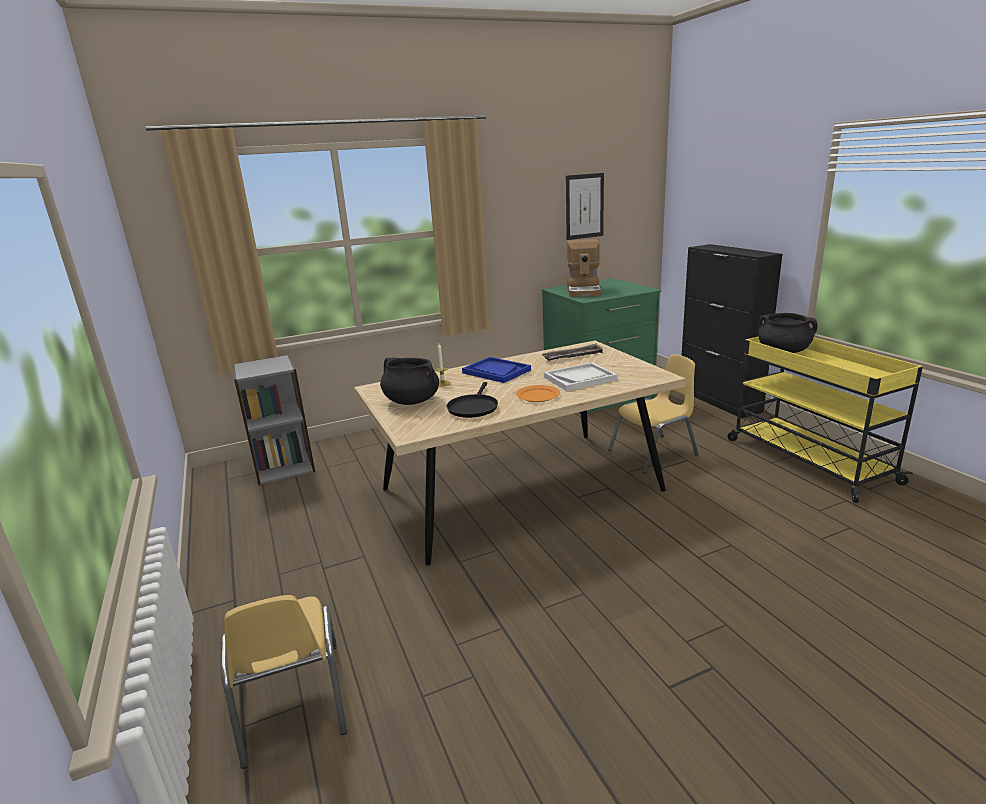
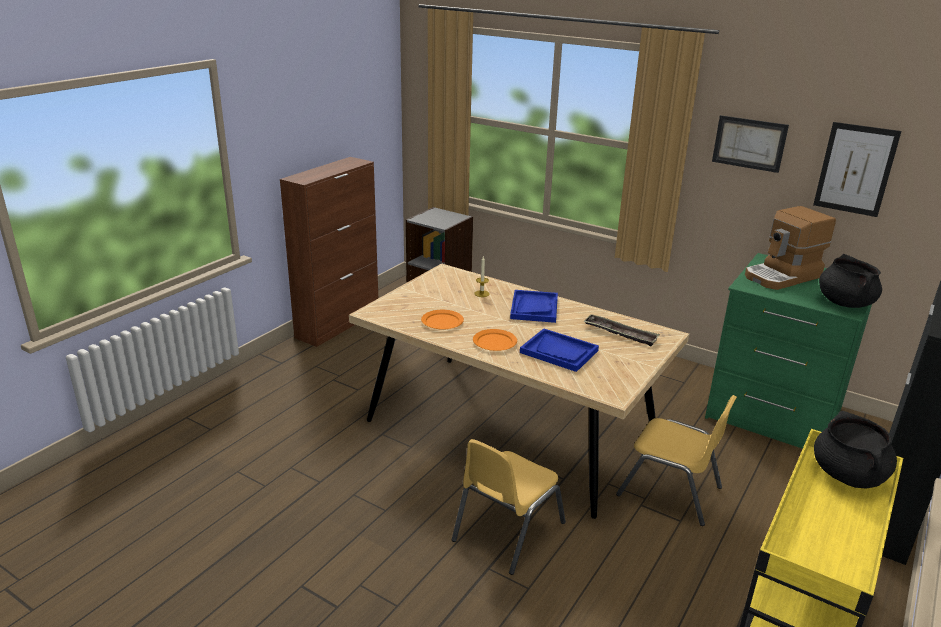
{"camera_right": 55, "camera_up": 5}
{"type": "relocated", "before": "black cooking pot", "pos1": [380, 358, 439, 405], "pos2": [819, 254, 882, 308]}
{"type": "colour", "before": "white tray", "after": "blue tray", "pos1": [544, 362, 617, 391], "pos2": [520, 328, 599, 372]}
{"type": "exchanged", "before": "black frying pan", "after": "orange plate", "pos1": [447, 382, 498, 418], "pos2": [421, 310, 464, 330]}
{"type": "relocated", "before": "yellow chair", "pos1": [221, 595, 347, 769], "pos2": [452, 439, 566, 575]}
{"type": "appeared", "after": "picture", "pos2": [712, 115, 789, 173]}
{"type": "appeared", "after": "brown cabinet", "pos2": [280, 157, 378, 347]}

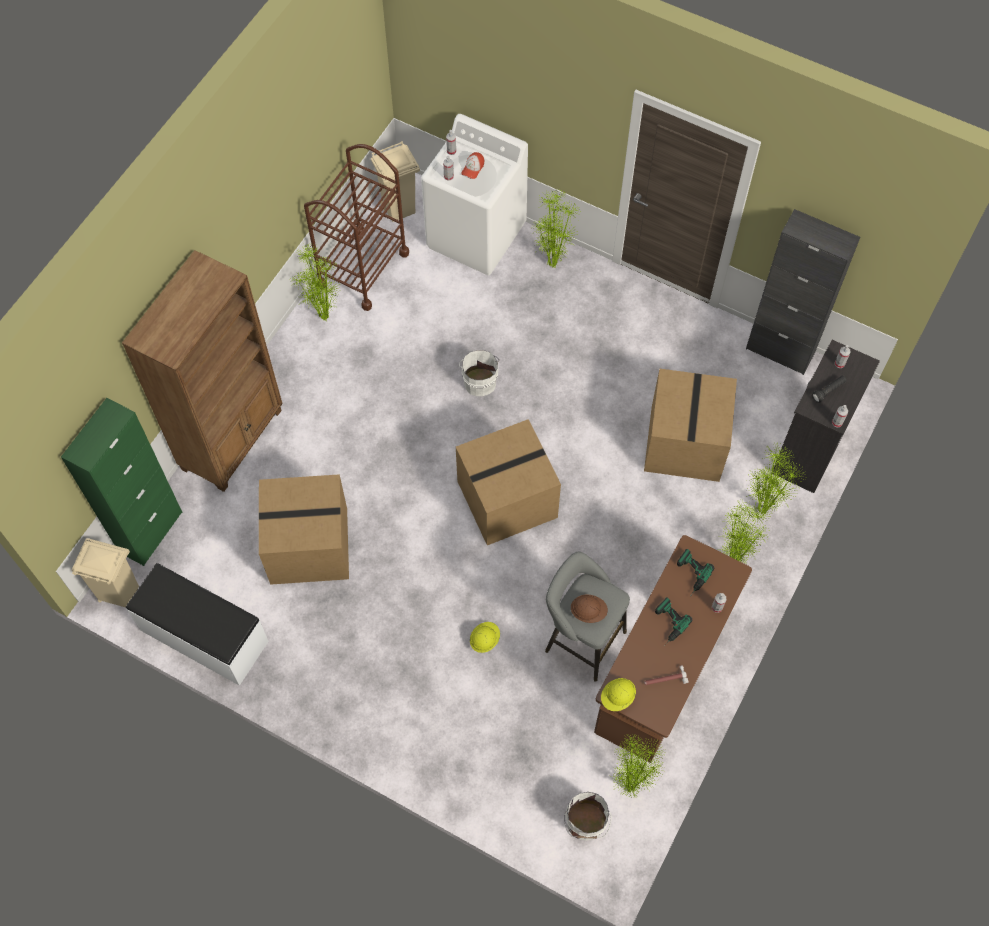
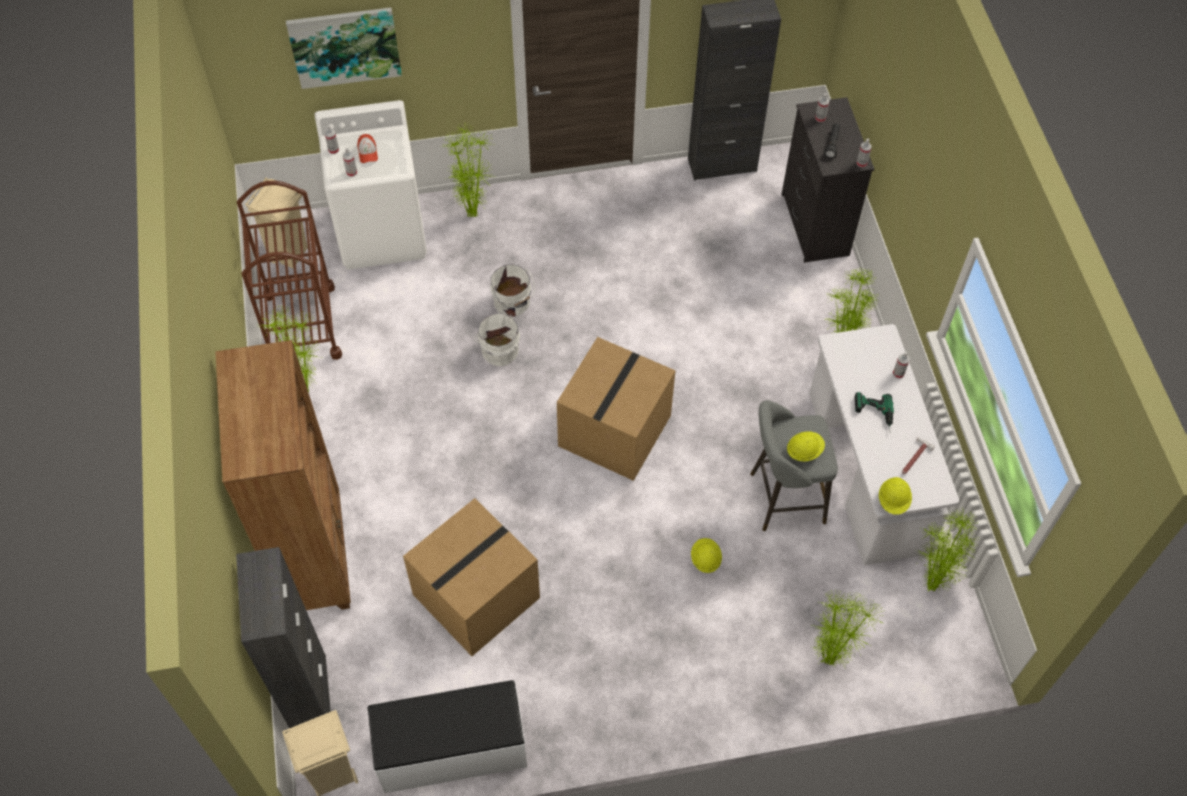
{"camera_right": -40, "camera_up": -5}
{"type": "missing", "before": "cardboard box", "pos1": [644, 369, 737, 482]}
{"type": "colour", "before": "green cabinet", "after": "black cabinet", "pos1": [61, 398, 182, 566], "pos2": [236, 547, 331, 728]}
{"type": "relocated", "before": "potted plant", "pos1": [746, 444, 805, 515], "pos2": [811, 590, 882, 668]}
{"type": "colour", "before": "brown desk", "after": "white desk", "pos1": [594, 535, 752, 762], "pos2": [809, 324, 959, 565]}
{"type": "missing", "before": "power drill", "pos1": [677, 549, 714, 597]}
{"type": "colour", "before": "brown hard hat", "after": "yellow hard hat", "pos1": [571, 595, 608, 623], "pos2": [787, 431, 825, 461]}
{"type": "relocated", "before": "white bucket", "pos1": [564, 792, 612, 841], "pos2": [490, 264, 535, 317]}
{"type": "appeared", "after": "picture", "pos2": [286, 7, 402, 89]}

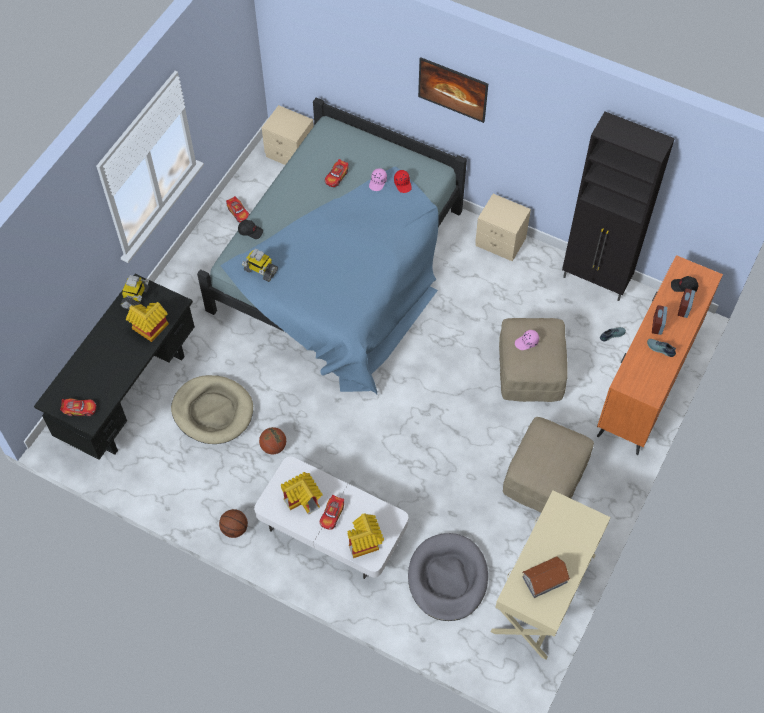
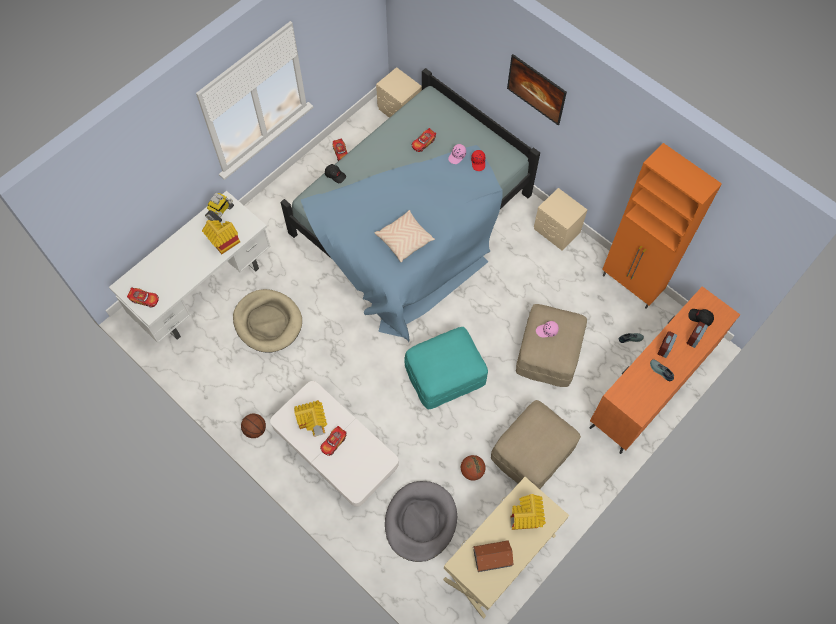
{"camera_right": 15, "camera_up": 5}
{"type": "colour", "before": "black cabinet", "after": "orange cabinet", "pos1": [562, 112, 675, 301], "pos2": [602, 143, 722, 309]}
{"type": "missing", "before": "toy robot", "pos1": [242, 249, 278, 282]}
{"type": "colour", "before": "black desk", "after": "white desk", "pos1": [34, 274, 195, 460], "pos2": [109, 191, 270, 343]}
{"type": "relocated", "before": "basketball", "pos1": [259, 427, 286, 454], "pos2": [461, 455, 486, 480]}
{"type": "relocated", "before": "toy house", "pos1": [347, 513, 384, 558], "pos2": [510, 494, 546, 530]}
{"type": "appeared", "after": "beige pillow", "pos2": [374, 210, 435, 263]}
{"type": "appeared", "after": "turquoise ottoman", "pos2": [404, 327, 488, 409]}

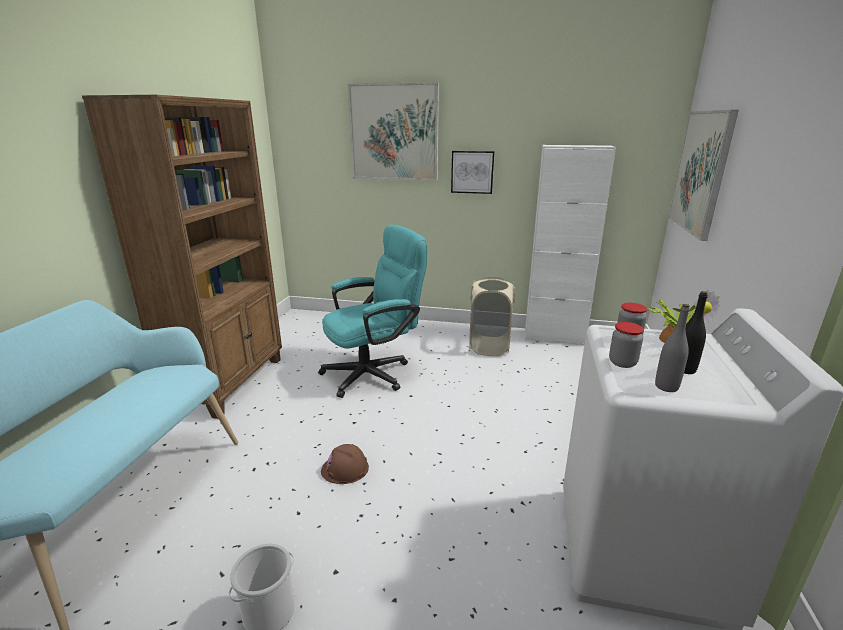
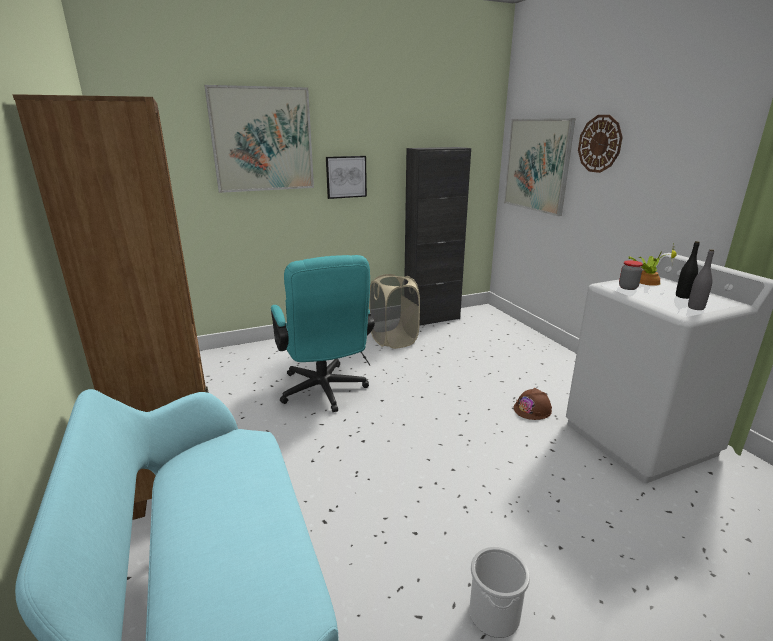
{"camera_right": -35, "camera_up": 0}
{"type": "colour", "before": "white cabinet", "after": "black cabinet", "pos1": [525, 145, 616, 345], "pos2": [404, 147, 471, 326]}
{"type": "spun", "before": "turquoise office chair", "pos1": [318, 225, 427, 398], "pos2": [271, 255, 375, 412], "turn": 135}
{"type": "missing", "before": "jar", "pos1": [609, 322, 644, 368]}
{"type": "relocated", "before": "brown hard hat", "pos1": [321, 444, 369, 484], "pos2": [514, 388, 552, 420]}
{"type": "appeared", "after": "wall clock", "pos2": [578, 115, 623, 173]}

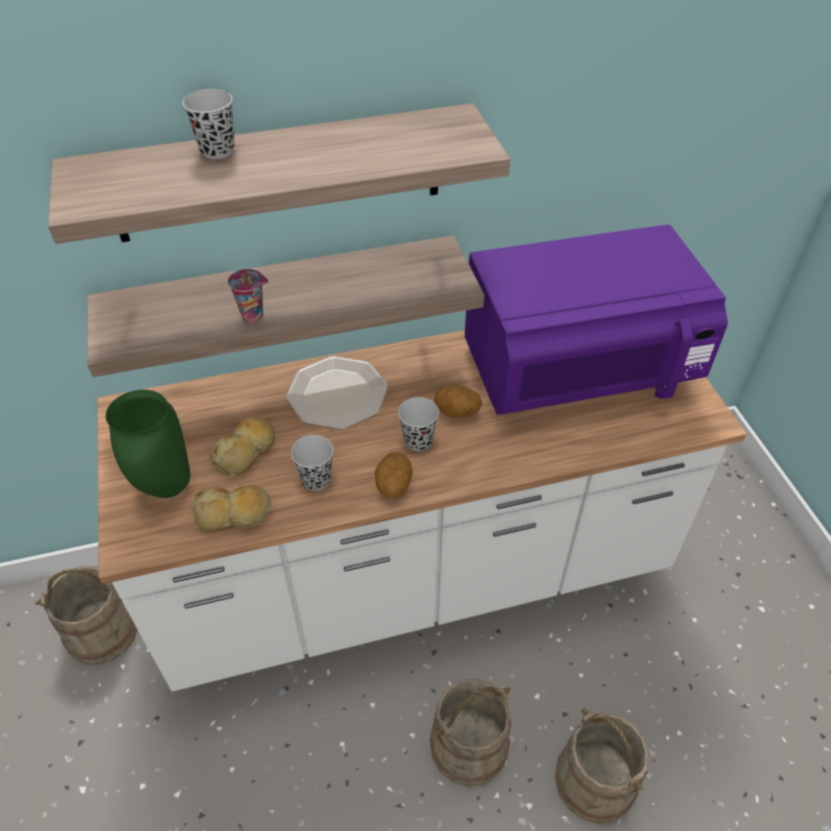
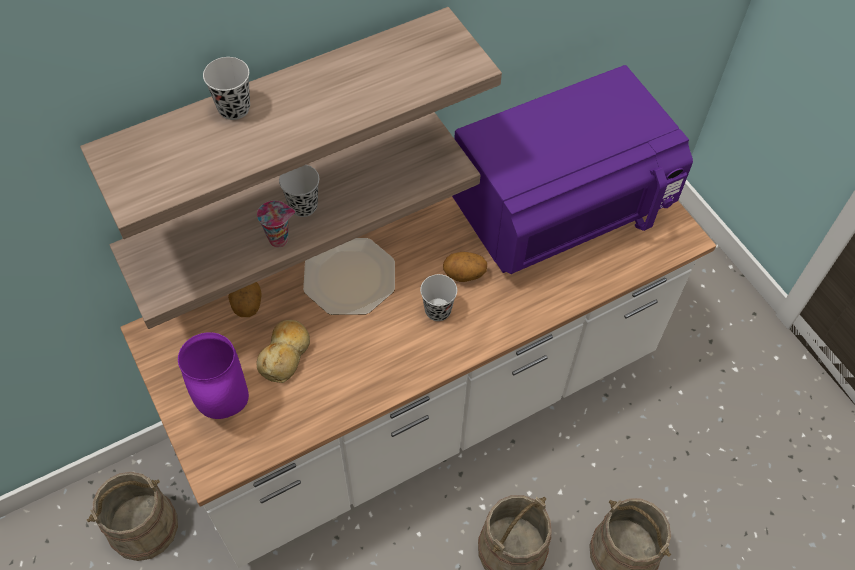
{"camera_right": -15, "camera_up": 10}
{"type": "colour", "before": "green vase", "after": "purple vase", "pos1": [106, 390, 190, 498], "pos2": [178, 332, 249, 419]}
{"type": "relocated", "before": "black cup", "pos1": [291, 435, 333, 491], "pos2": [279, 165, 319, 217]}
{"type": "relocated", "before": "potato", "pos1": [375, 452, 413, 498], "pos2": [228, 282, 261, 317]}
{"type": "missing", "before": "bread", "pos1": [192, 485, 271, 531]}

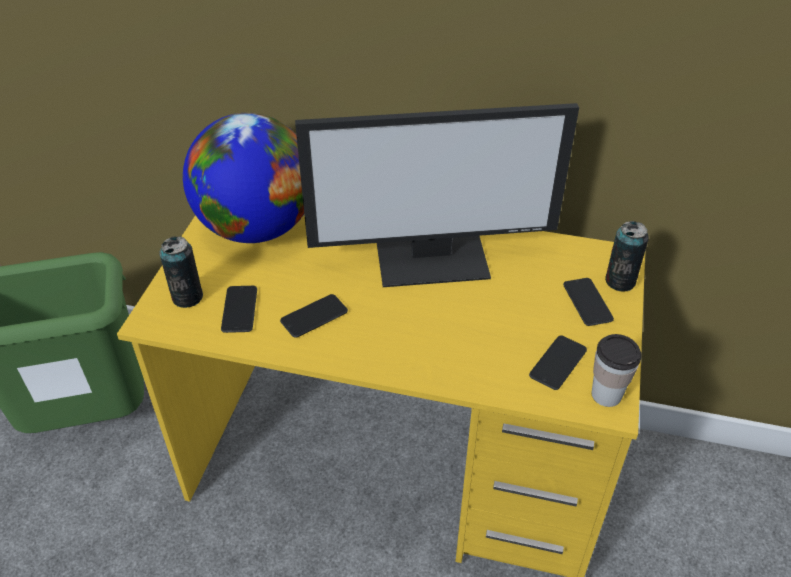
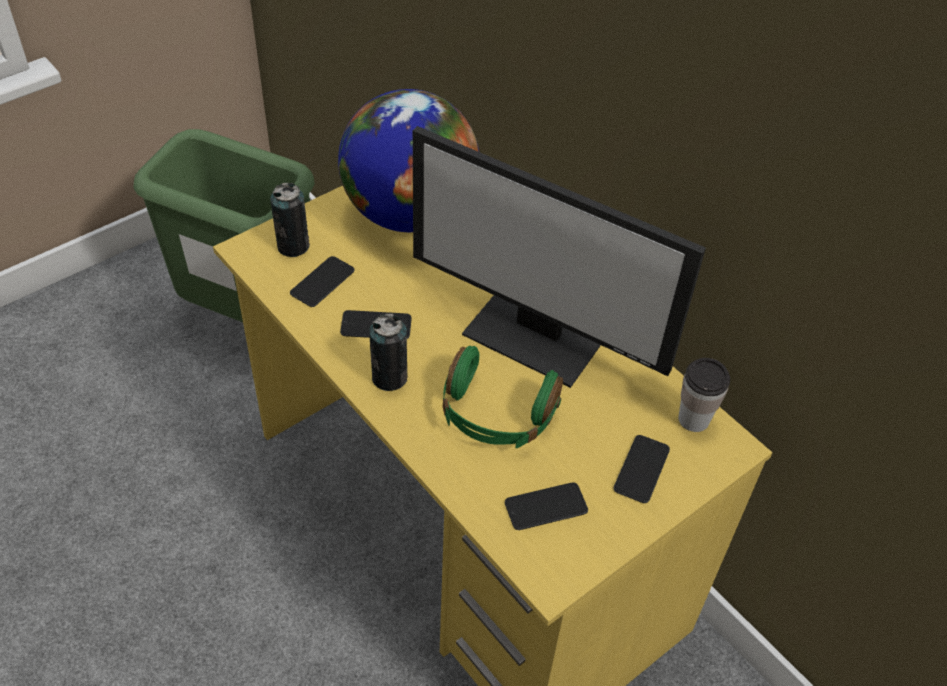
{"camera_right": 35, "camera_up": 5}
{"type": "relocated", "before": "can", "pos1": [605, 221, 649, 292], "pos2": [369, 314, 408, 391]}
{"type": "relocated", "before": "cup", "pos1": [592, 334, 642, 407], "pos2": [678, 358, 730, 432]}
{"type": "appeared", "after": "green headphones", "pos2": [443, 346, 563, 448]}

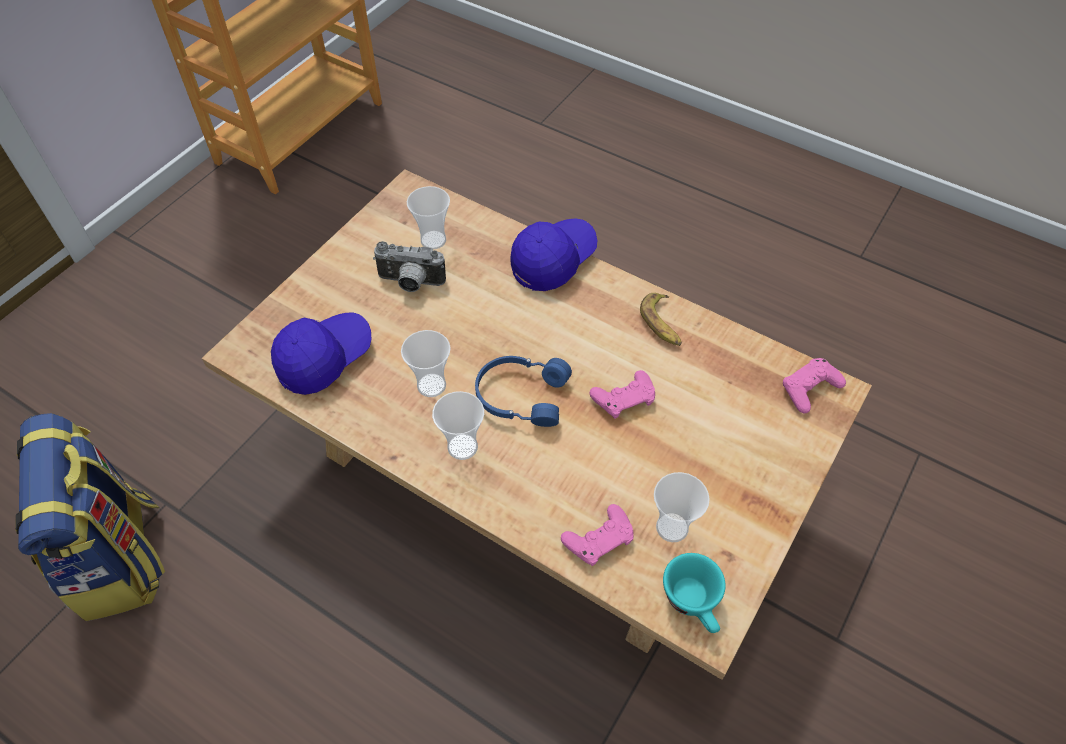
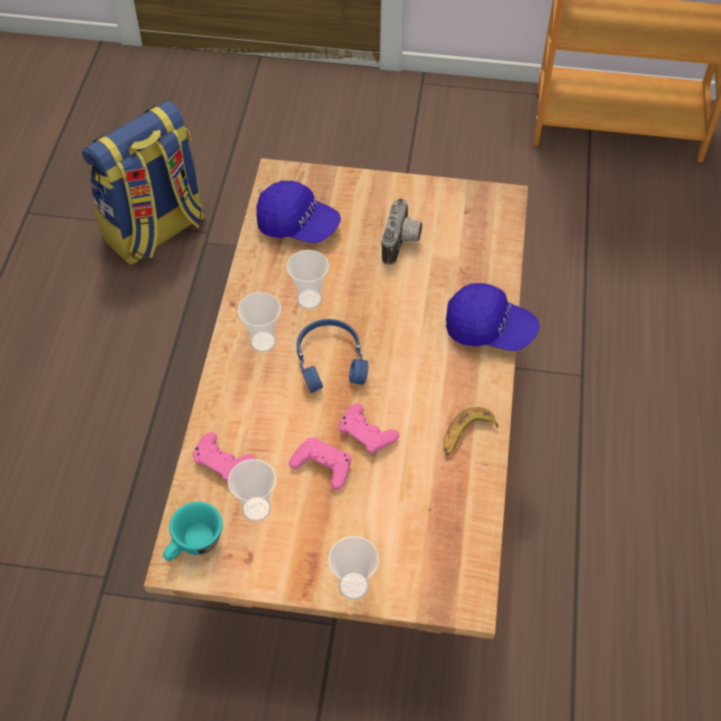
{"camera_right": 65, "camera_up": 0}
{"type": "relocated", "before": "cup", "pos1": [407, 186, 450, 249], "pos2": [328, 536, 379, 600]}
{"type": "spun", "before": "photo camera", "pos1": [373, 241, 446, 292], "pos2": [382, 198, 422, 265], "turn": -150}
{"type": "relocated", "before": "pink game controller", "pos1": [783, 358, 846, 414], "pos2": [289, 437, 351, 490]}

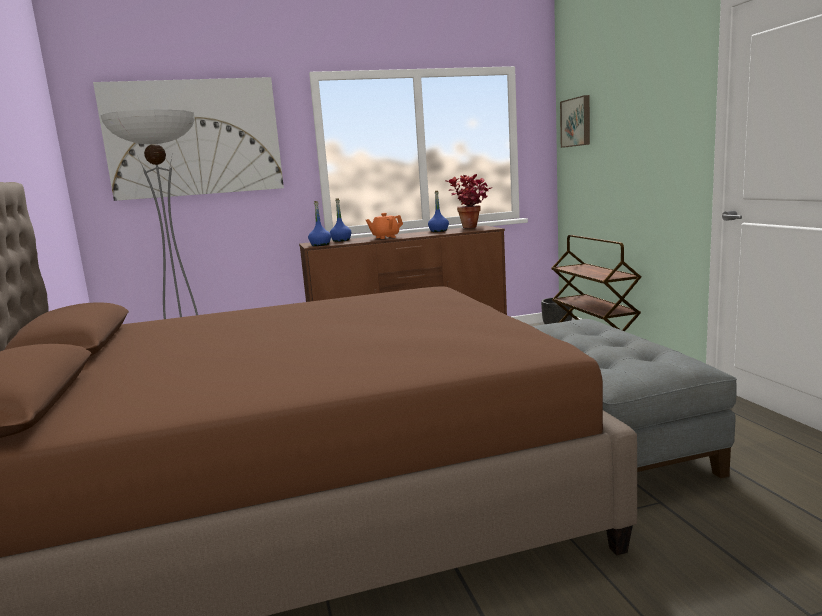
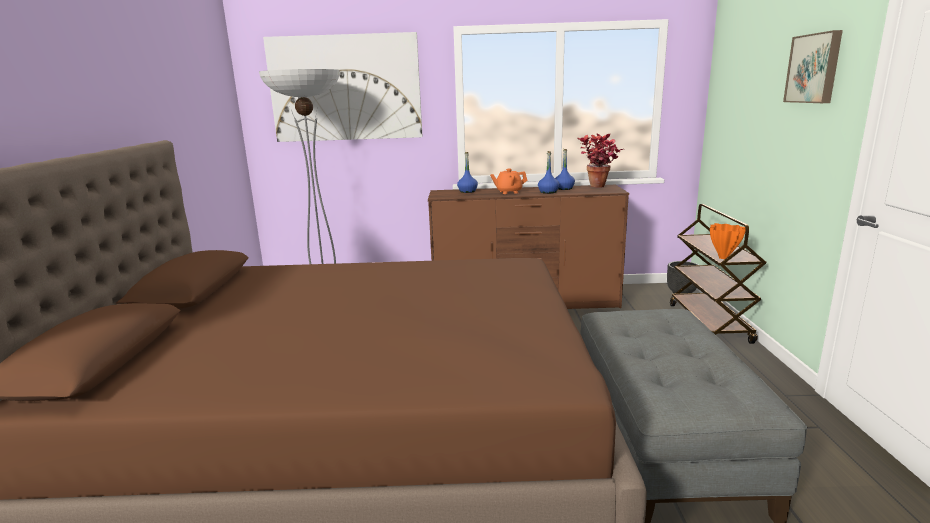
{"camera_right": 15, "camera_up": 5}
{"type": "relocated", "before": "picture", "pos1": [560, 95, 590, 148], "pos2": [783, 30, 843, 103]}
{"type": "relocated", "before": "blue bottle", "pos1": [308, 201, 331, 246], "pos2": [538, 151, 559, 194]}
{"type": "appeared", "after": "orange vase", "pos2": [710, 223, 745, 259]}

